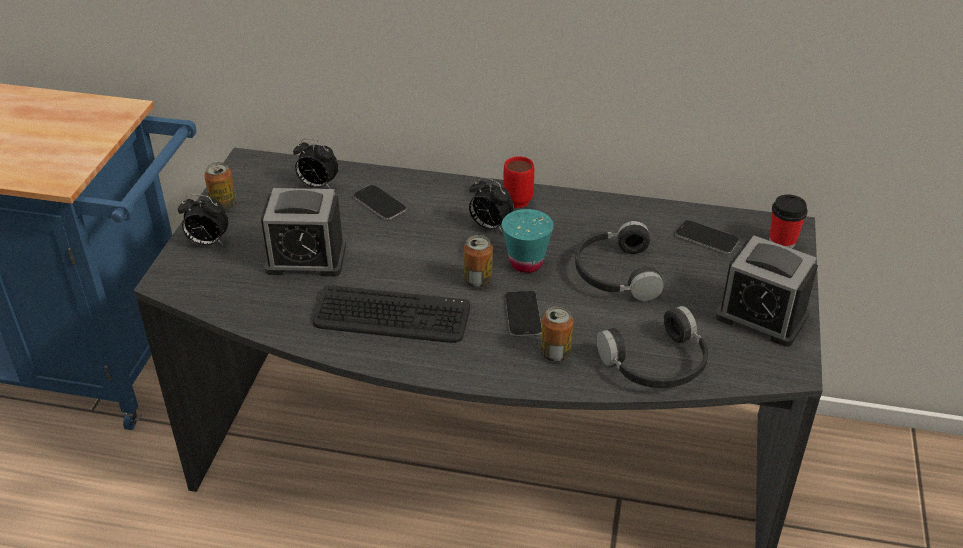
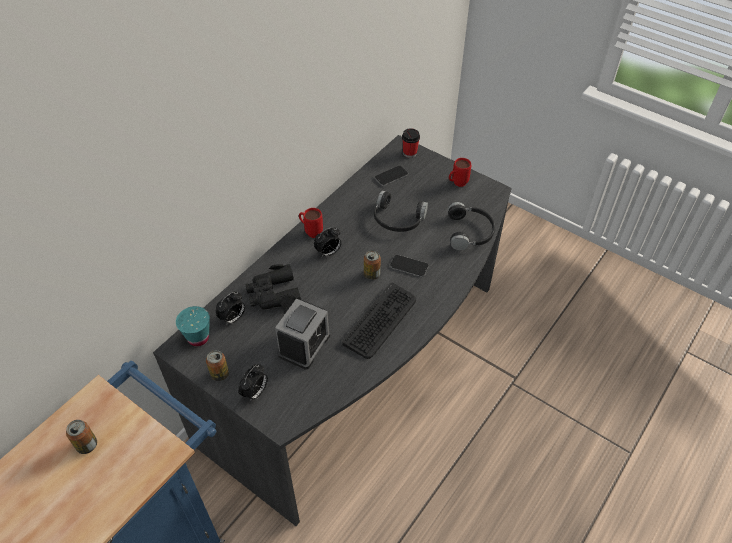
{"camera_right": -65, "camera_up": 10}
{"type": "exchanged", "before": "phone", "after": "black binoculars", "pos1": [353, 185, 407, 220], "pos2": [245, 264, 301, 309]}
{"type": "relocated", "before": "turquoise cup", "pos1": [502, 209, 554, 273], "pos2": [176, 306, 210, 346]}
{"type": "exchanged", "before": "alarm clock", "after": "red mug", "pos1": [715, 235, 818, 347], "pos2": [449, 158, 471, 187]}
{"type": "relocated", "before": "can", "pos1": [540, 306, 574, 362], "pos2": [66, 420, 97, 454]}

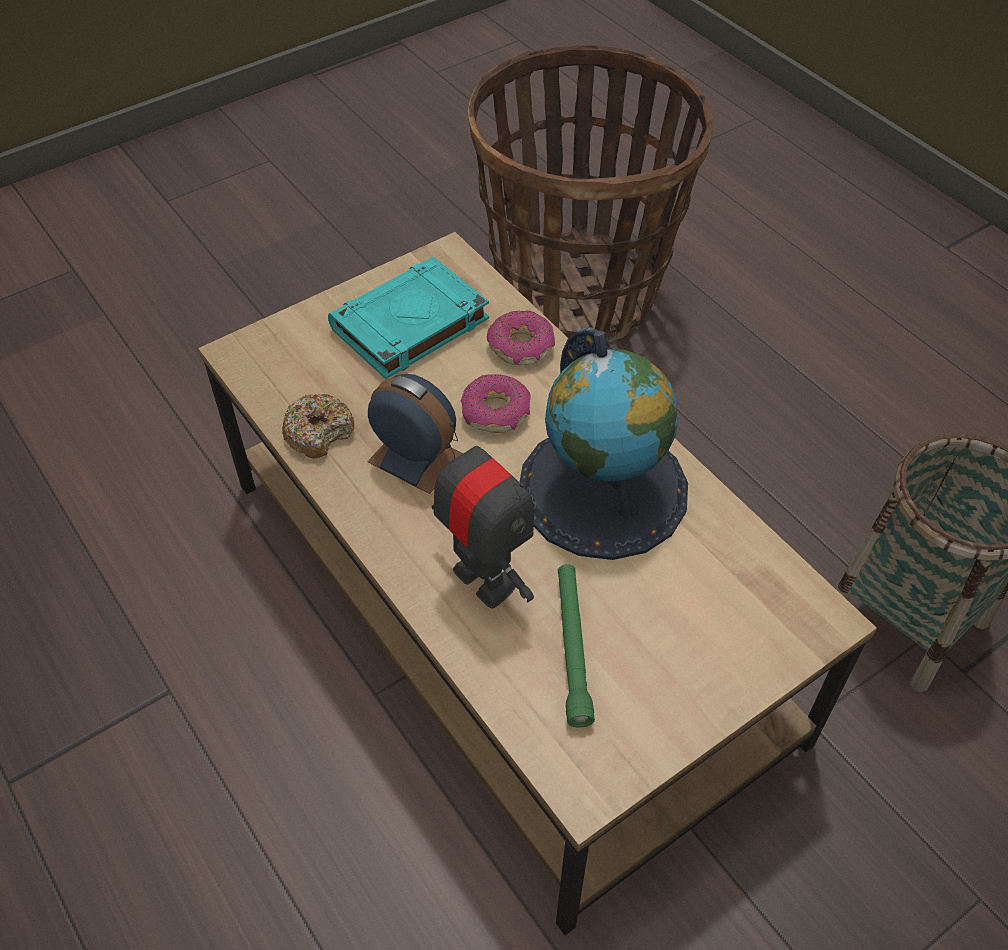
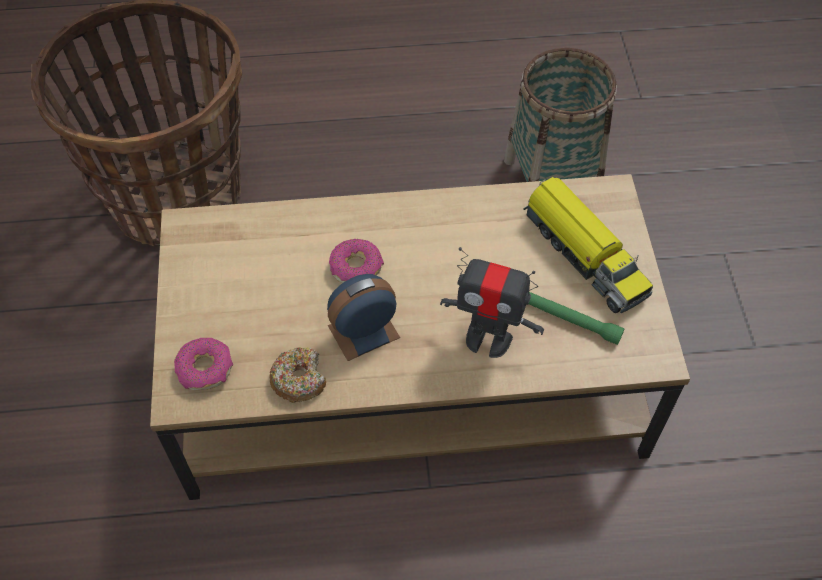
{"camera_right": -60, "camera_up": 5}
{"type": "missing", "before": "turquoise book", "pos1": [328, 256, 489, 379]}
{"type": "relocated", "before": "donut", "pos1": [487, 310, 555, 365], "pos2": [174, 338, 233, 390]}
{"type": "missing", "before": "globe", "pos1": [520, 327, 688, 560]}
{"type": "spun", "before": "toy robot", "pos1": [432, 422, 534, 609], "pos2": [440, 247, 544, 358], "turn": -150}
{"type": "appeared", "after": "toy truck", "pos2": [523, 177, 653, 313]}

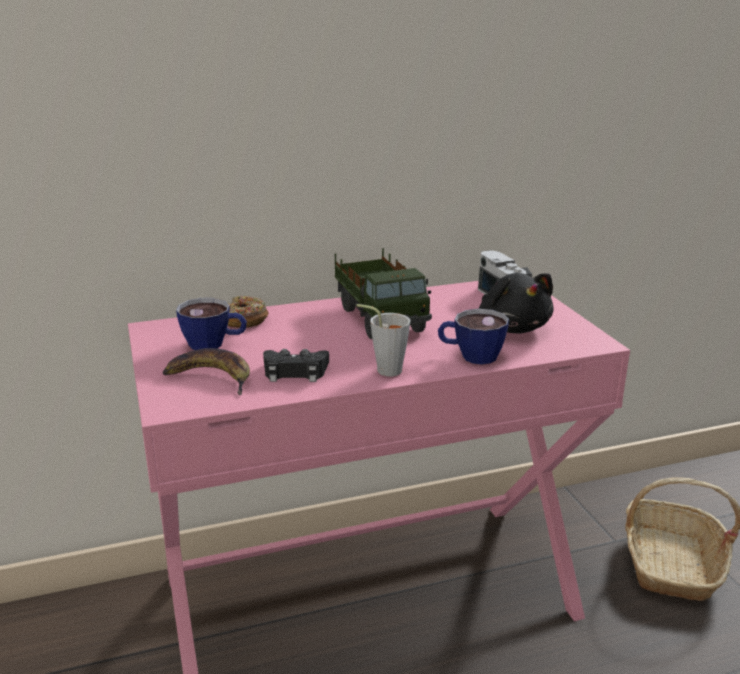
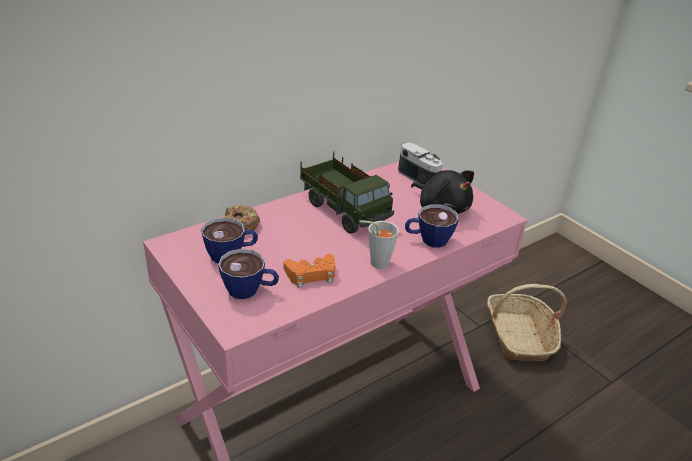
{"camera_right": -20, "camera_up": 10}
{"type": "exchanged", "before": "banana", "after": "cup", "pos1": [163, 348, 250, 395], "pos2": [218, 249, 279, 299]}
{"type": "colour", "before": "black game controller", "after": "orange game controller", "pos1": [263, 349, 329, 382], "pos2": [283, 254, 336, 288]}

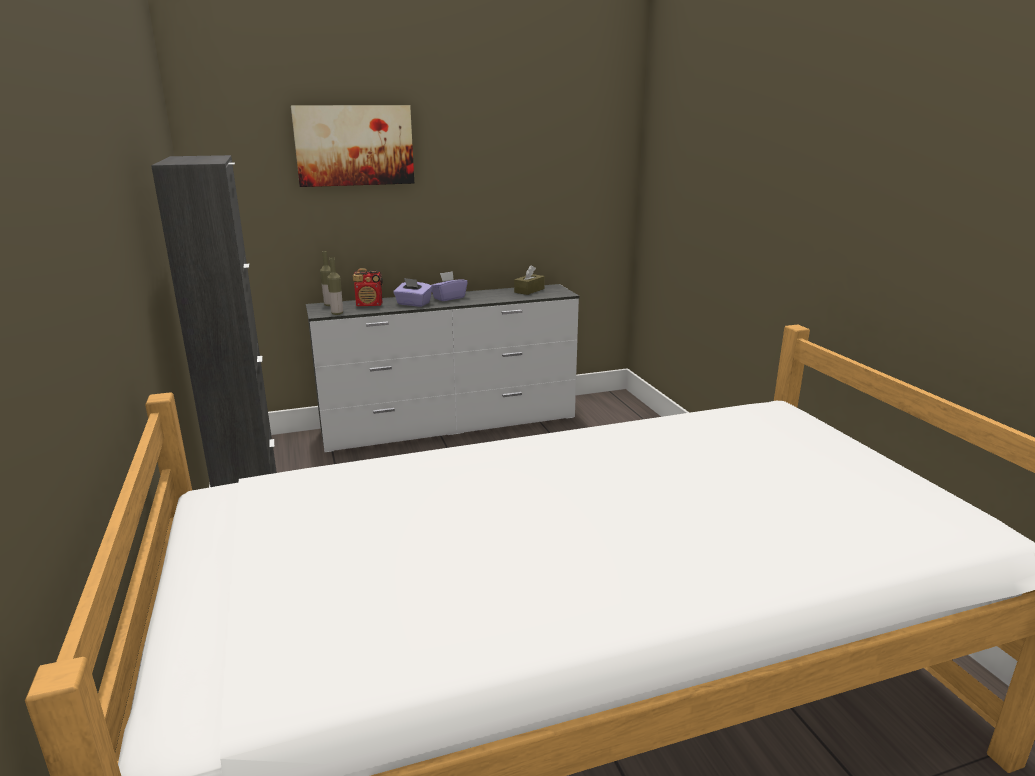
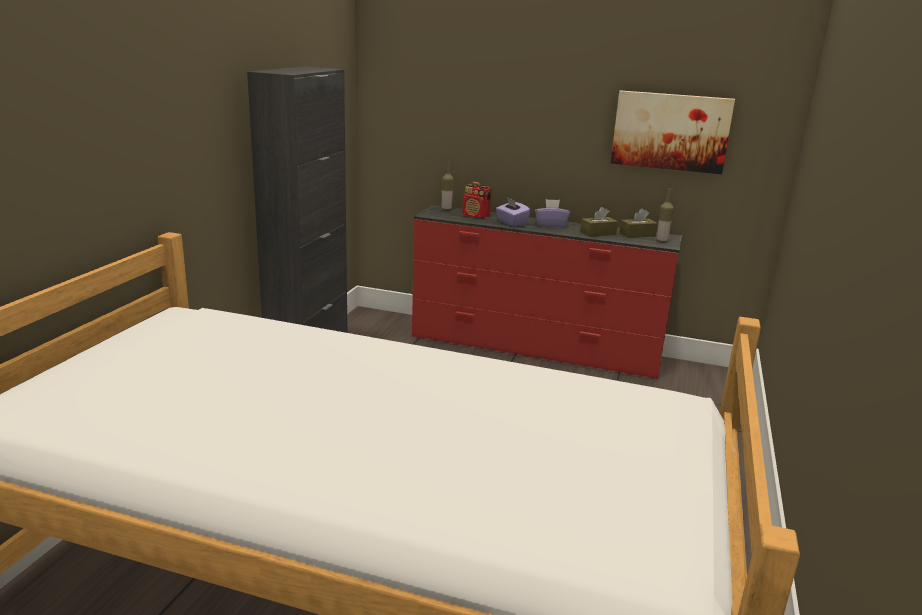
{"camera_right": 35, "camera_up": 0}
{"type": "relocated", "before": "picture", "pos1": [291, 105, 414, 187], "pos2": [611, 90, 735, 174]}
{"type": "relocated", "before": "bottle", "pos1": [327, 257, 343, 315], "pos2": [656, 188, 674, 243]}
{"type": "colour", "before": "white dresser", "after": "red dresser", "pos1": [306, 284, 580, 452], "pos2": [412, 205, 681, 379]}
{"type": "appeared", "after": "brown tissue box", "pos2": [580, 207, 618, 237]}

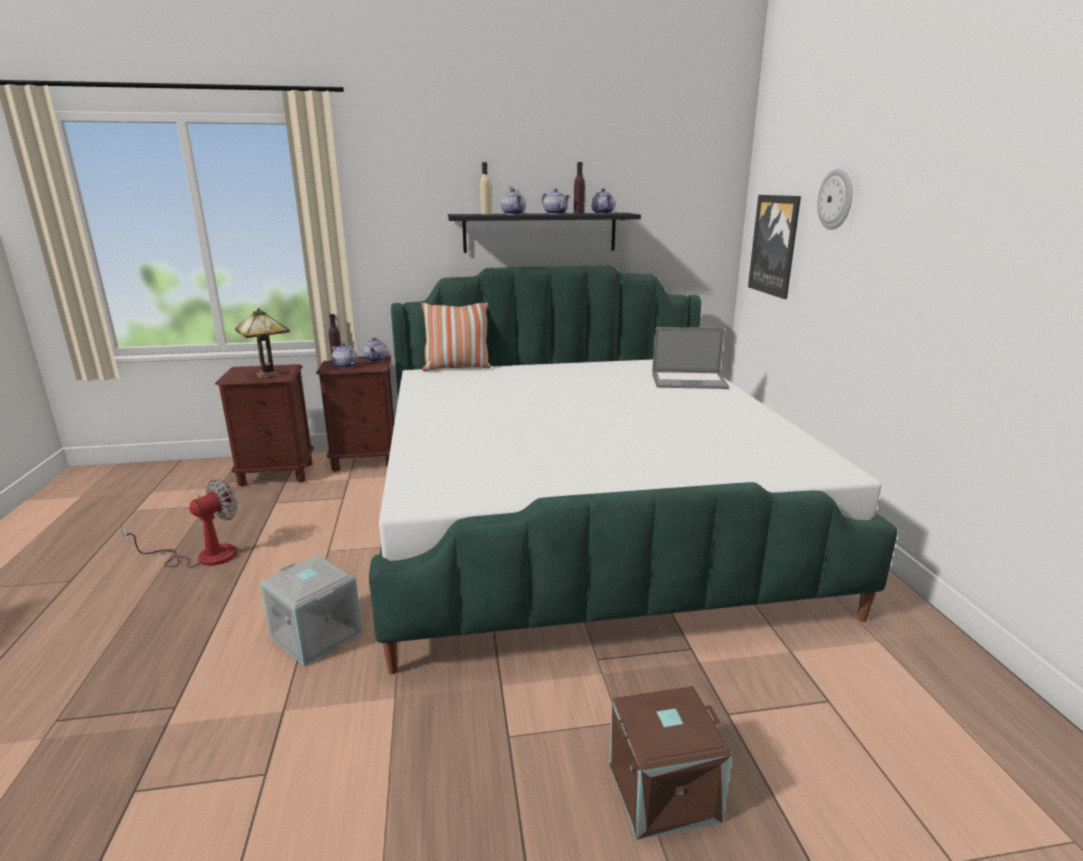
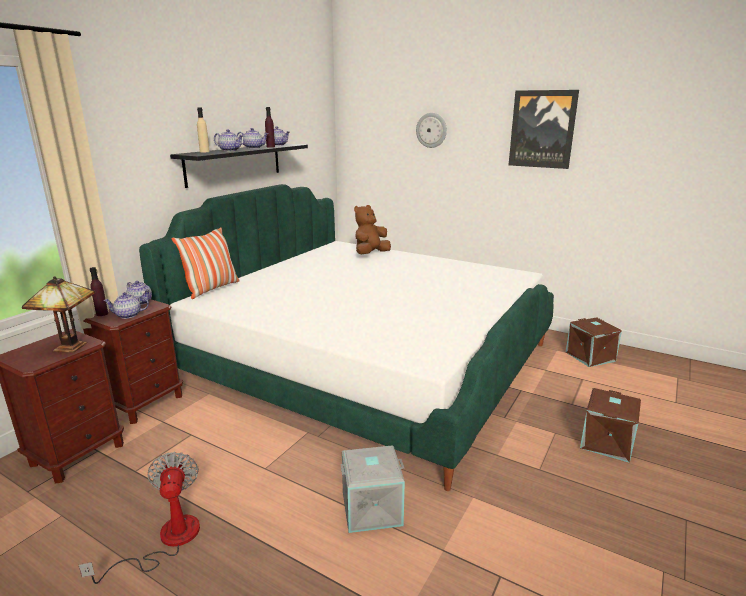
{"camera_right": -50, "camera_up": 0}
{"type": "relocated", "before": "picture", "pos1": [748, 195, 801, 299], "pos2": [509, 90, 579, 169]}
{"type": "exchanged", "before": "laptop", "after": "brown plush toy", "pos1": [652, 327, 729, 389], "pos2": [354, 205, 391, 254]}
{"type": "appeared", "after": "brown storage box", "pos2": [566, 317, 622, 367]}

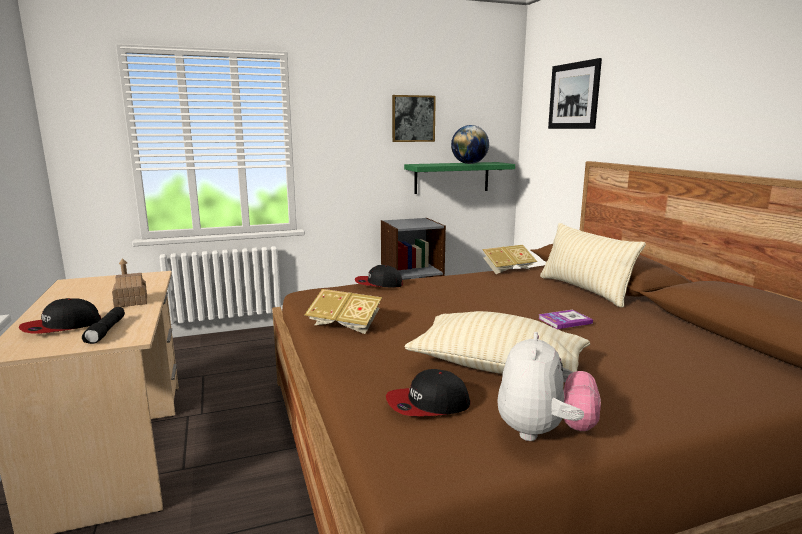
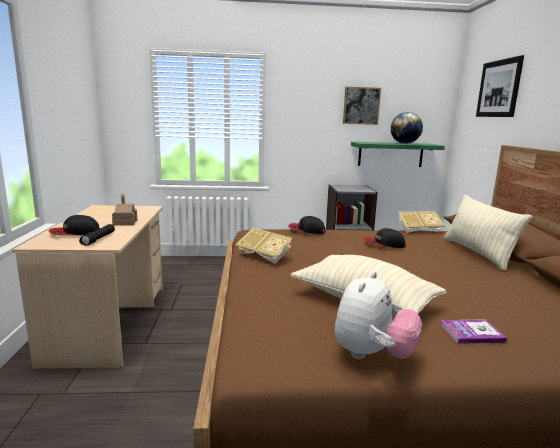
{"camera_right": 15, "camera_up": 0}
{"type": "relocated", "before": "book", "pos1": [538, 310, 593, 329], "pos2": [440, 319, 507, 344]}
{"type": "relocated", "before": "cap", "pos1": [386, 369, 470, 416], "pos2": [364, 228, 406, 248]}

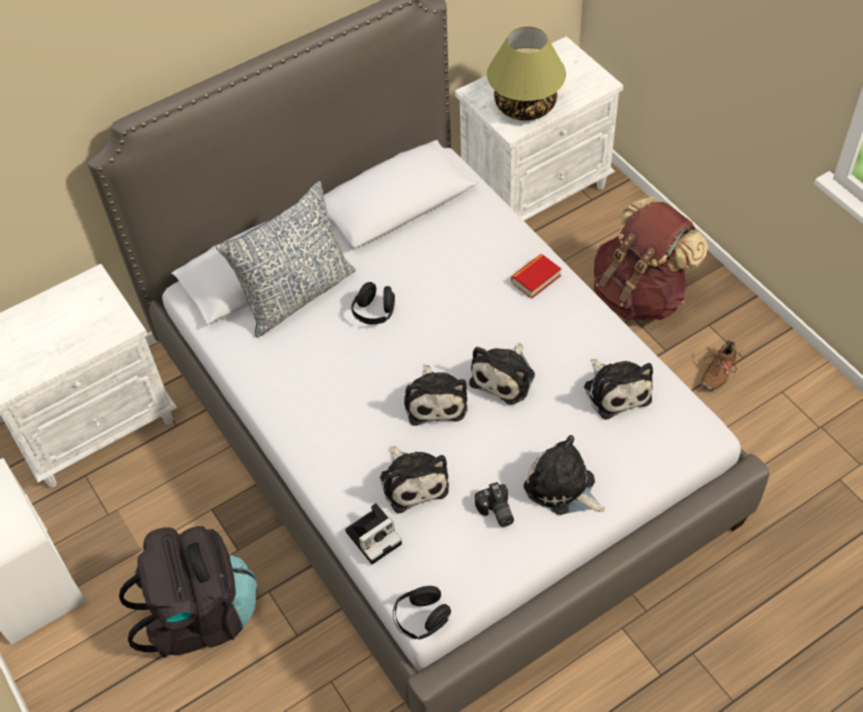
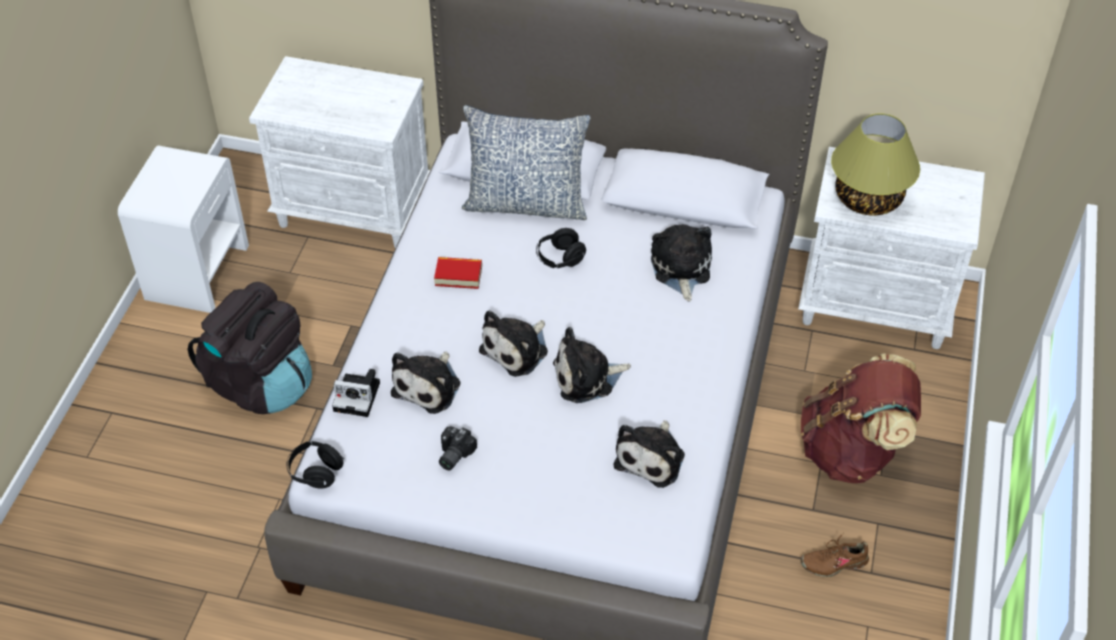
{"camera_right": 45, "camera_up": -5}
{"type": "relocated", "before": "book", "pos1": [511, 254, 561, 299], "pos2": [434, 257, 482, 289]}
{"type": "relocated", "before": "plush toy", "pos1": [524, 435, 605, 515], "pos2": [651, 224, 712, 301]}

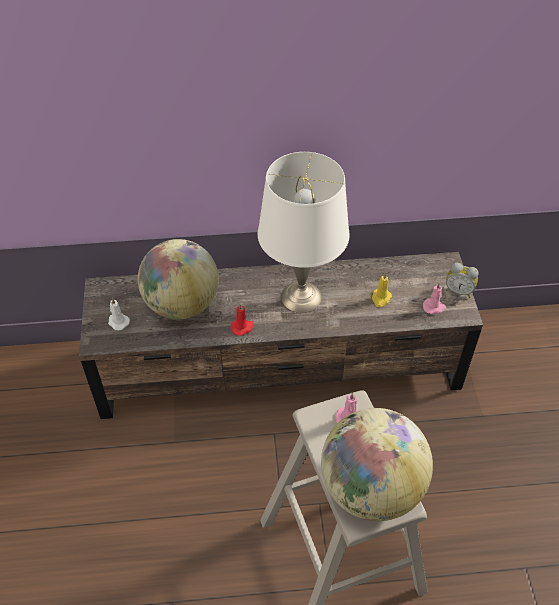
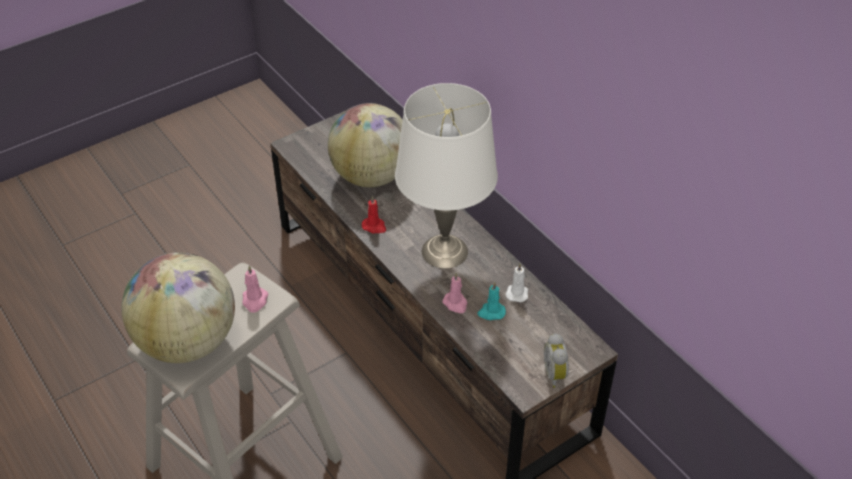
{"camera_right": 60, "camera_up": -5}
{"type": "colour", "before": "yellow candle", "after": "turquoise candle", "pos1": [372, 273, 392, 307], "pos2": [478, 282, 506, 320]}
{"type": "relocated", "before": "pink candle", "pos1": [423, 282, 446, 314], "pos2": [443, 273, 467, 313]}
{"type": "relocated", "before": "white candle", "pos1": [108, 298, 130, 330], "pos2": [505, 264, 528, 302]}

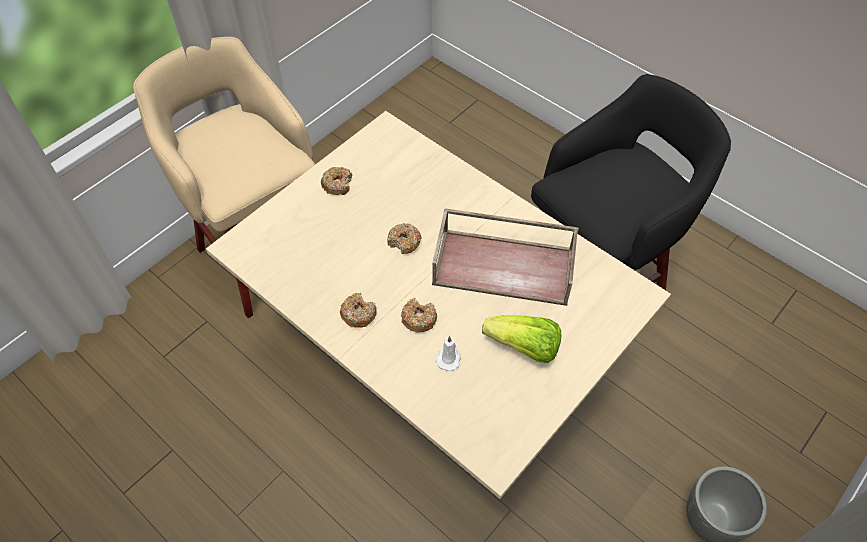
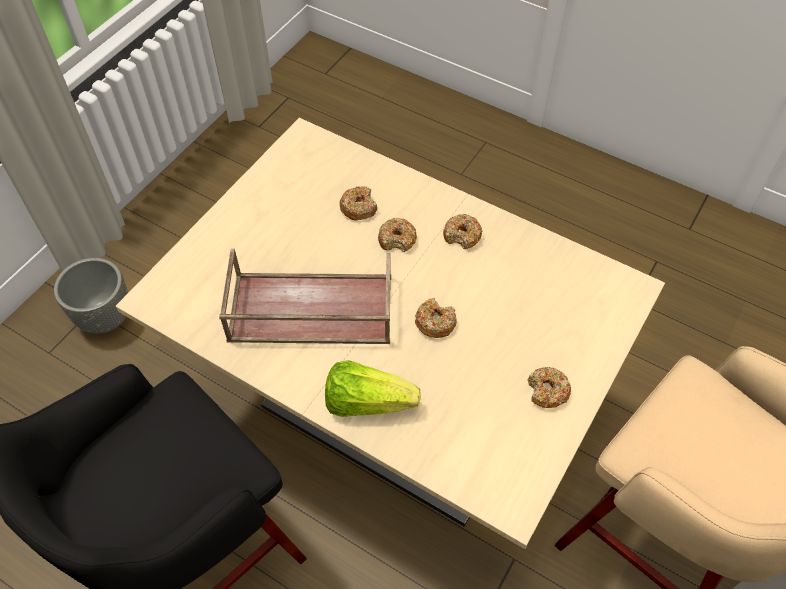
{"camera_right": 170, "camera_up": 0}
{"type": "relocated", "before": "lettuce", "pos1": [482, 315, 561, 363], "pos2": [325, 360, 421, 417]}
{"type": "exchanged", "before": "white candle", "after": "donut", "pos1": [436, 336, 461, 371], "pos2": [339, 186, 377, 221]}

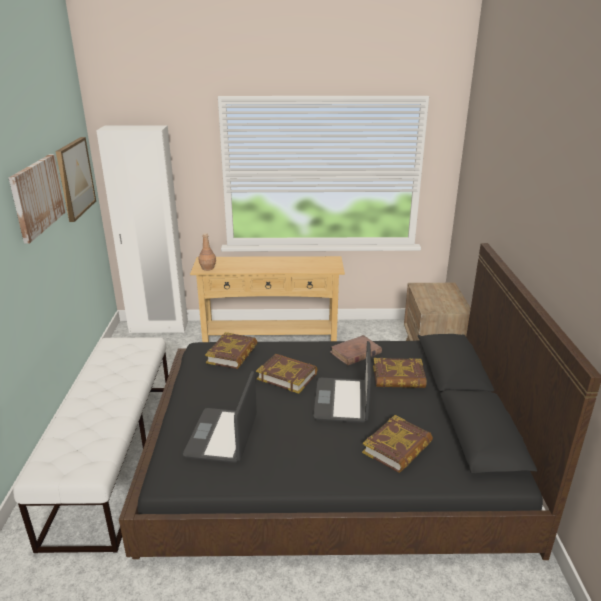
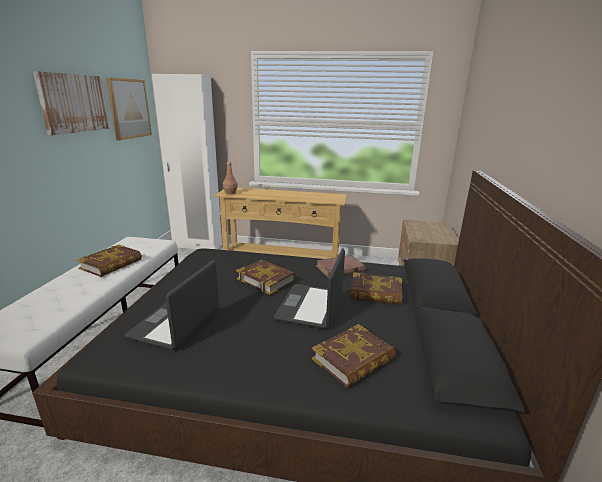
{"camera_right": 10, "camera_up": -5}
{"type": "relocated", "before": "book", "pos1": [205, 332, 258, 369], "pos2": [77, 244, 142, 277]}

